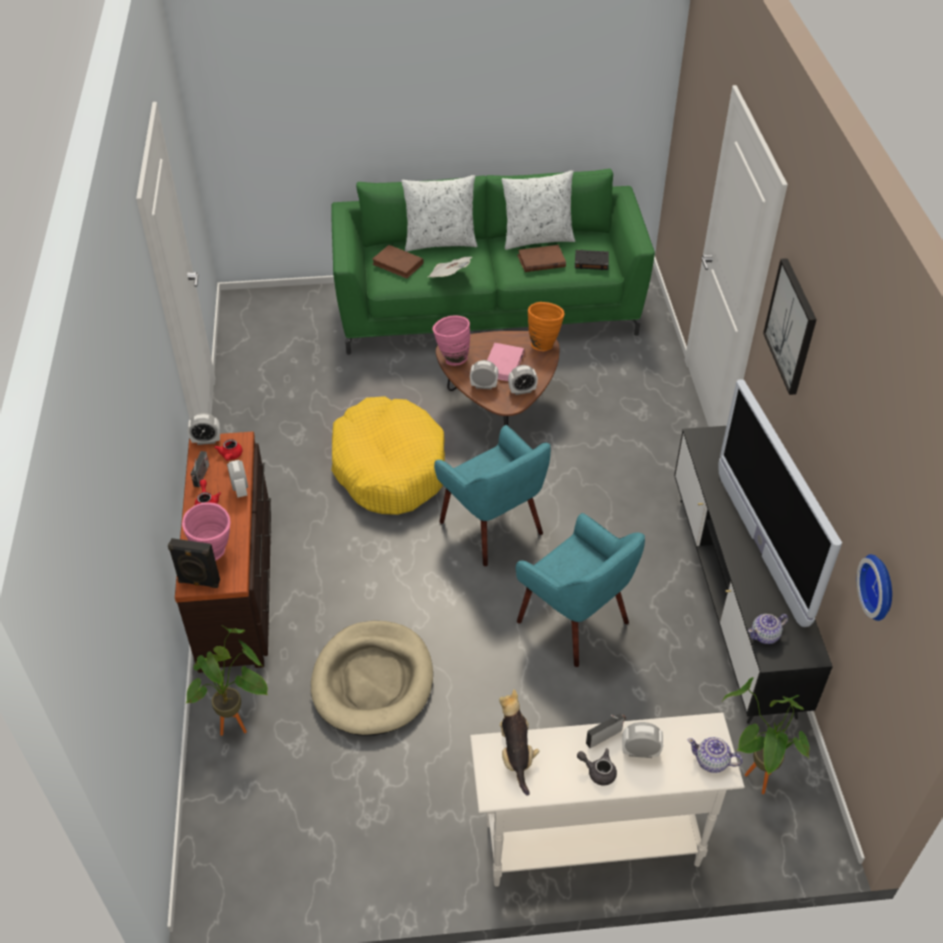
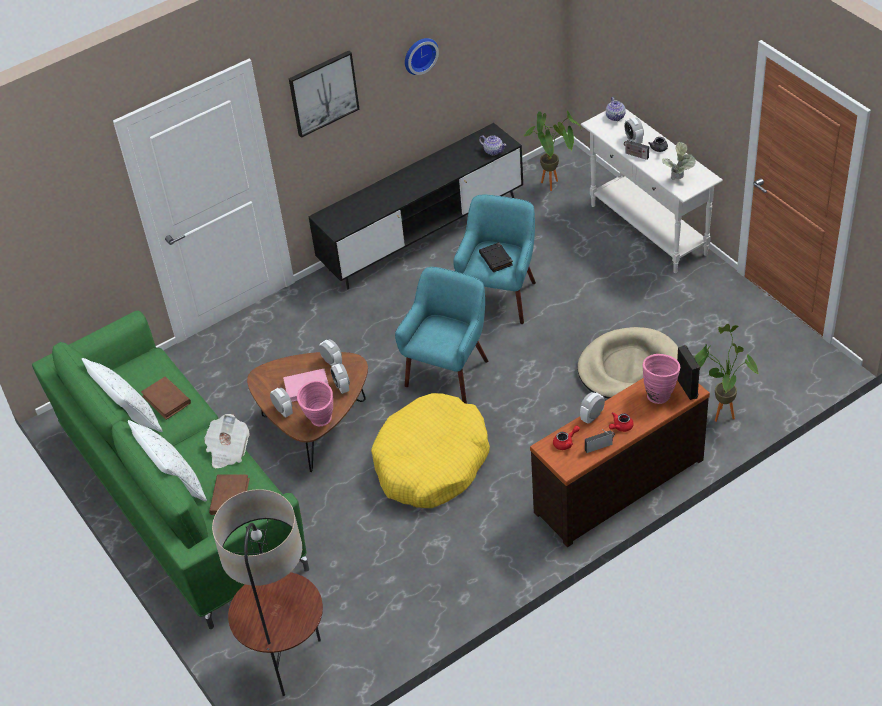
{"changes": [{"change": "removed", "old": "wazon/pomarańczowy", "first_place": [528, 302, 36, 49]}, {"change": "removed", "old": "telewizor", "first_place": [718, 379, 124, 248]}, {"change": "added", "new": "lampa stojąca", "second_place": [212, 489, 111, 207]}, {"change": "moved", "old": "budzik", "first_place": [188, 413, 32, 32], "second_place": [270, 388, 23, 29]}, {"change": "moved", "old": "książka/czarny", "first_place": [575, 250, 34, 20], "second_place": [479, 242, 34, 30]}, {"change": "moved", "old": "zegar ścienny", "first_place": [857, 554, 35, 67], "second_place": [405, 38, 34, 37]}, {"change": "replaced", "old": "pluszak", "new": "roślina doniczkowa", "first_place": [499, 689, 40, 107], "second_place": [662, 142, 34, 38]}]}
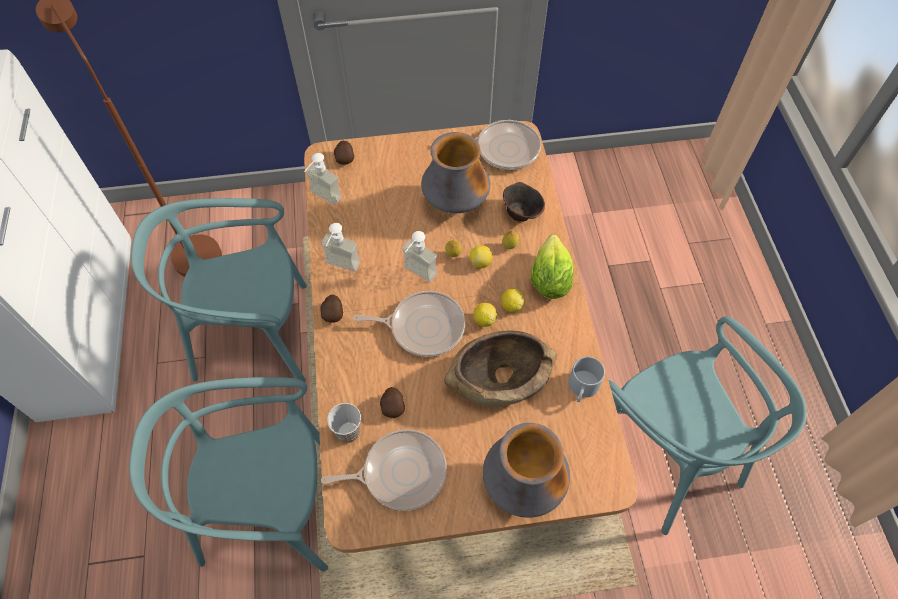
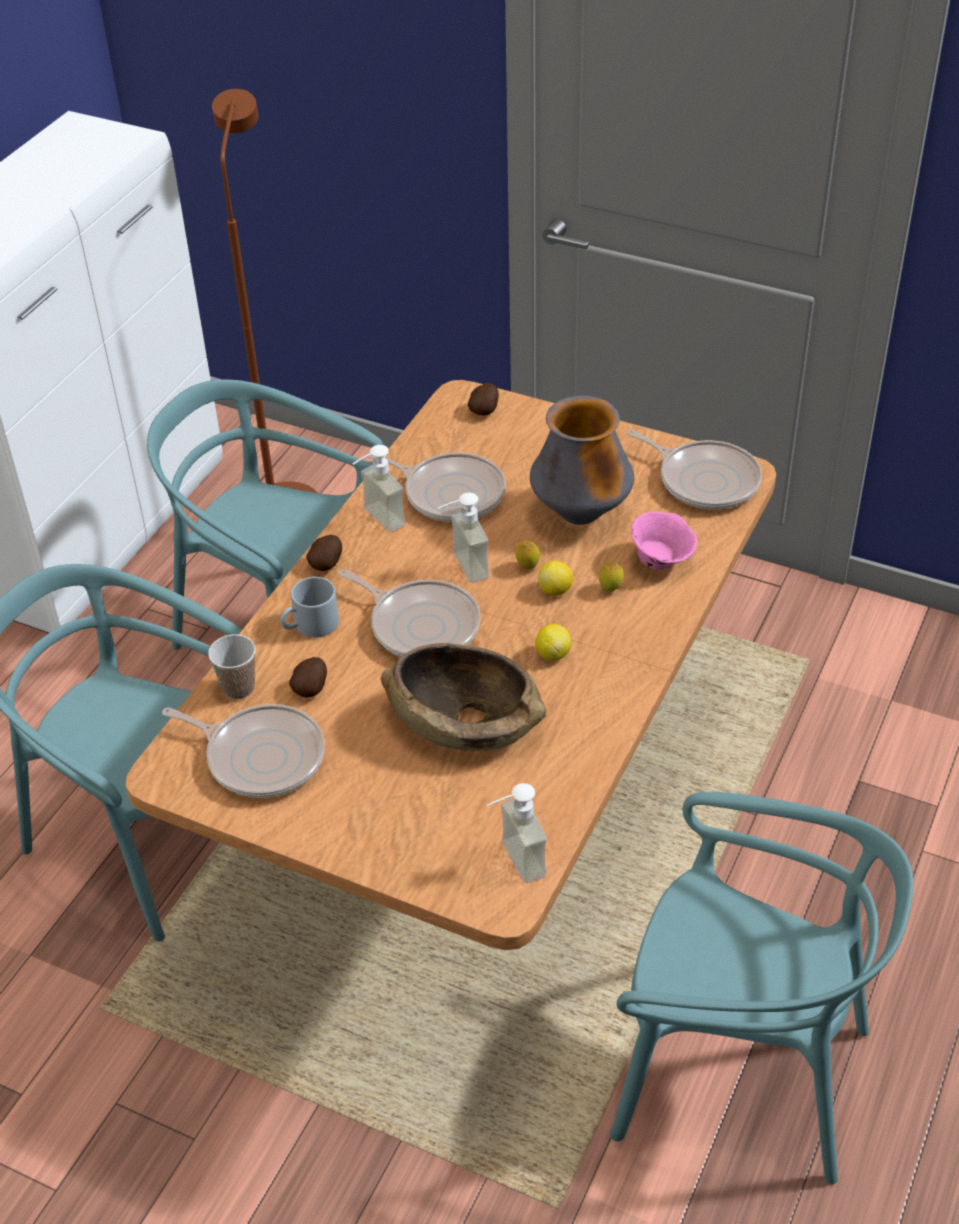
{"changes": [{"change": "removed", "old": "cytryna", "first_place": [474, 303, 23, 24]}, {"change": "removed", "old": "wazon", "first_place": [483, 423, 87, 95]}, {"change": "removed", "old": "sałata", "first_place": [531, 235, 43, 64]}, {"change": "added", "new": "patelnia", "second_place": [367, 452, 139, 70]}, {"change": "moved", "old": "dozownik mydła", "first_place": [304, 153, 38, 52], "second_place": [487, 783, 60, 100]}, {"change": "moved", "old": "kubek/szary", "first_place": [569, 357, 36, 45], "second_place": [280, 577, 59, 61]}, {"change": "recoloured", "old": "miska/brązowy", "new": "miska/różowy", "first_place": [503, 182, 42, 40], "second_place": [631, 512, 66, 58]}, {"change": "turned", "old": "krzesło/turkusowy", "first_place": [609, 316, 198, 219], "second_place": [610, 792, 303, 392], "degrees": -75}]}
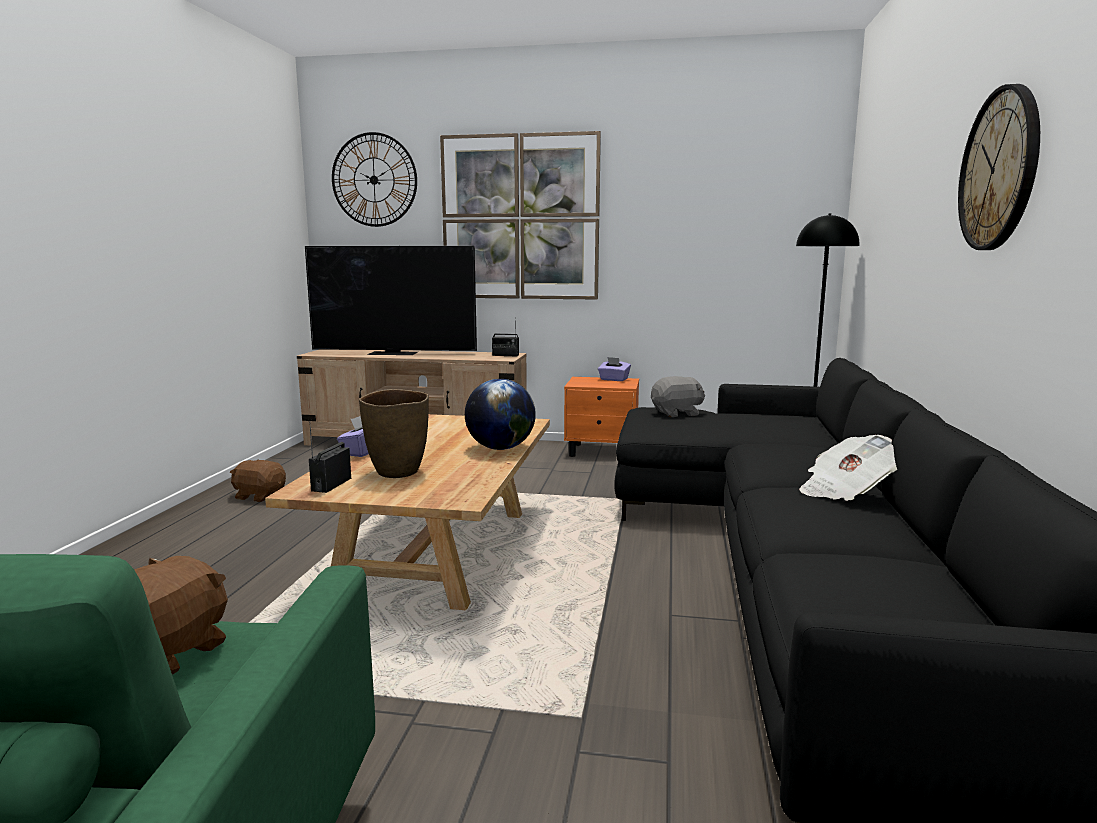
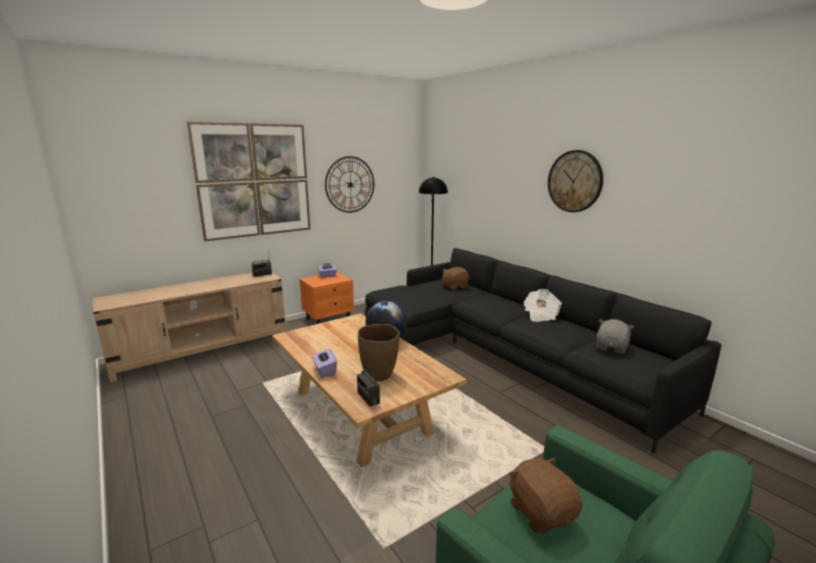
{"changes": [{"change": "removed", "old": "telewizor", "first_place": [305, 246, 172, 109]}, {"change": "moved", "old": "pluszak/brązowy", "first_place": [230, 459, 56, 43], "second_place": [442, 267, 27, 23]}, {"change": "moved", "old": "zegar ścienny", "first_place": [332, 132, 85, 95], "second_place": [325, 156, 49, 57]}, {"change": "moved", "old": "pluszak/szary", "first_place": [651, 376, 54, 41], "second_place": [597, 319, 37, 35]}]}
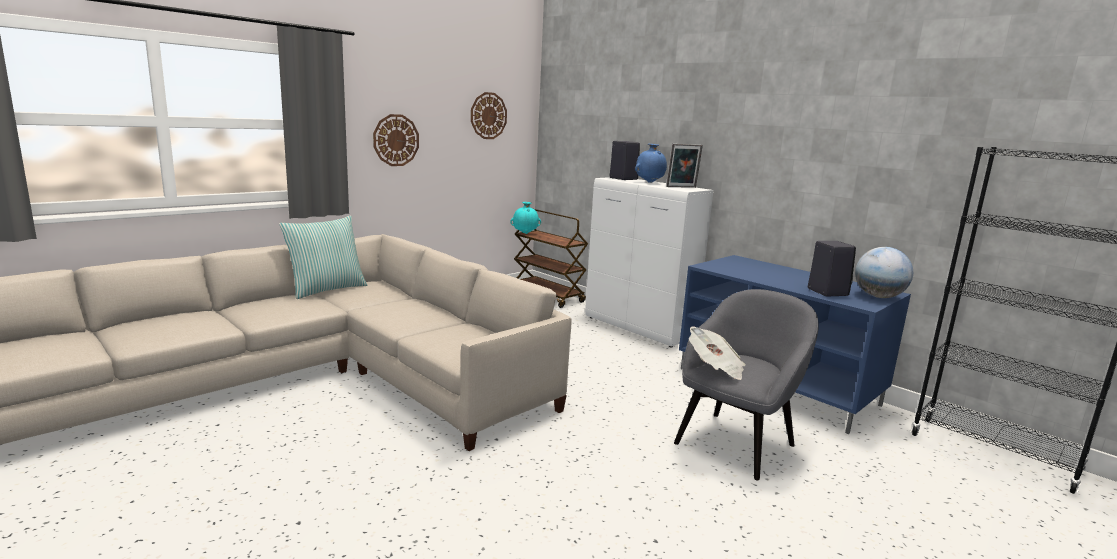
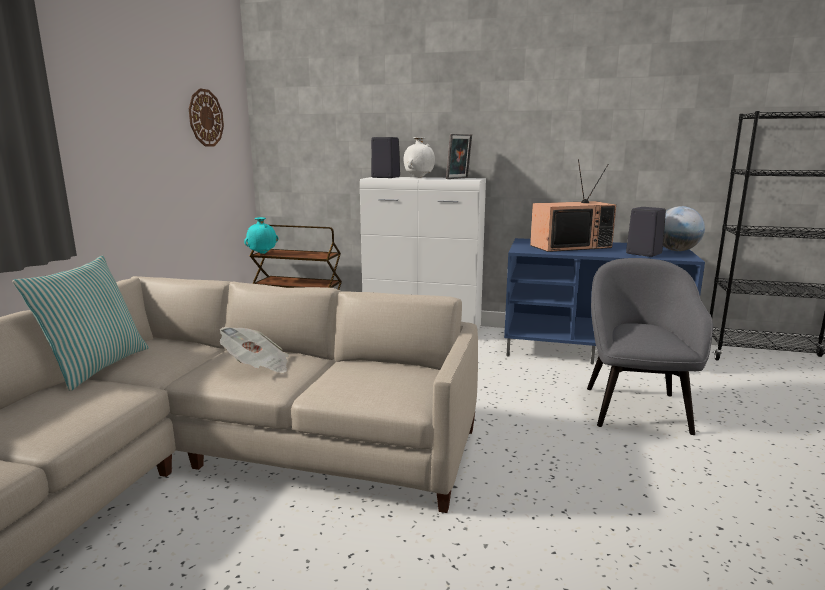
{"changes": [{"change": "removed", "old": "zegar ścienny", "first_place": [373, 114, 46, 52]}, {"change": "added", "new": "telewizor", "second_place": [530, 159, 86, 93]}, {"change": "moved", "old": "gazeta", "first_place": [689, 326, 56, 54], "second_place": [219, 327, 70, 46]}, {"change": "recoloured", "old": "wazon/niebieski", "new": "wazon/biały", "first_place": [635, 144, 32, 39], "second_place": [404, 137, 31, 41]}]}
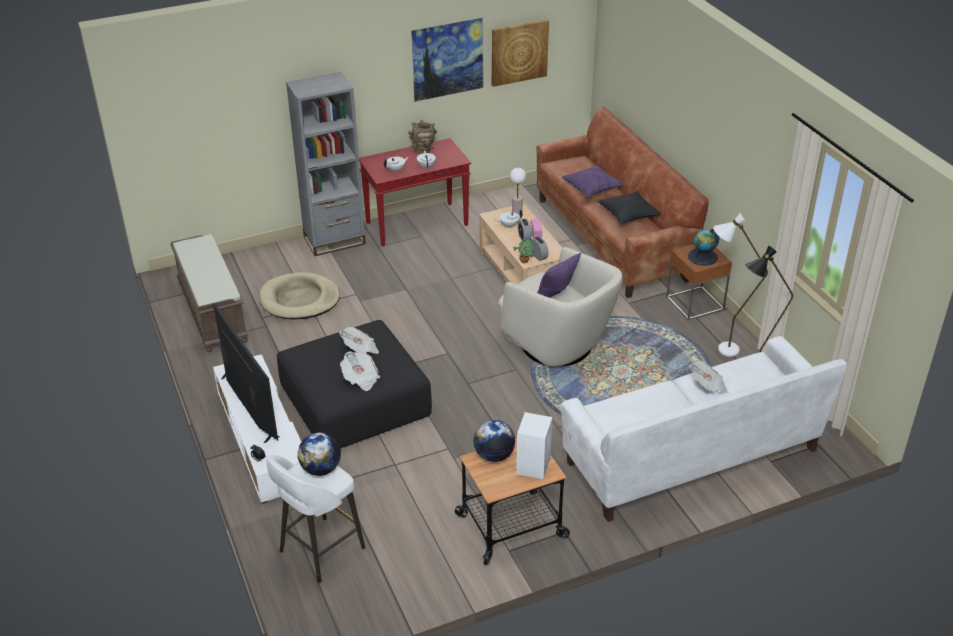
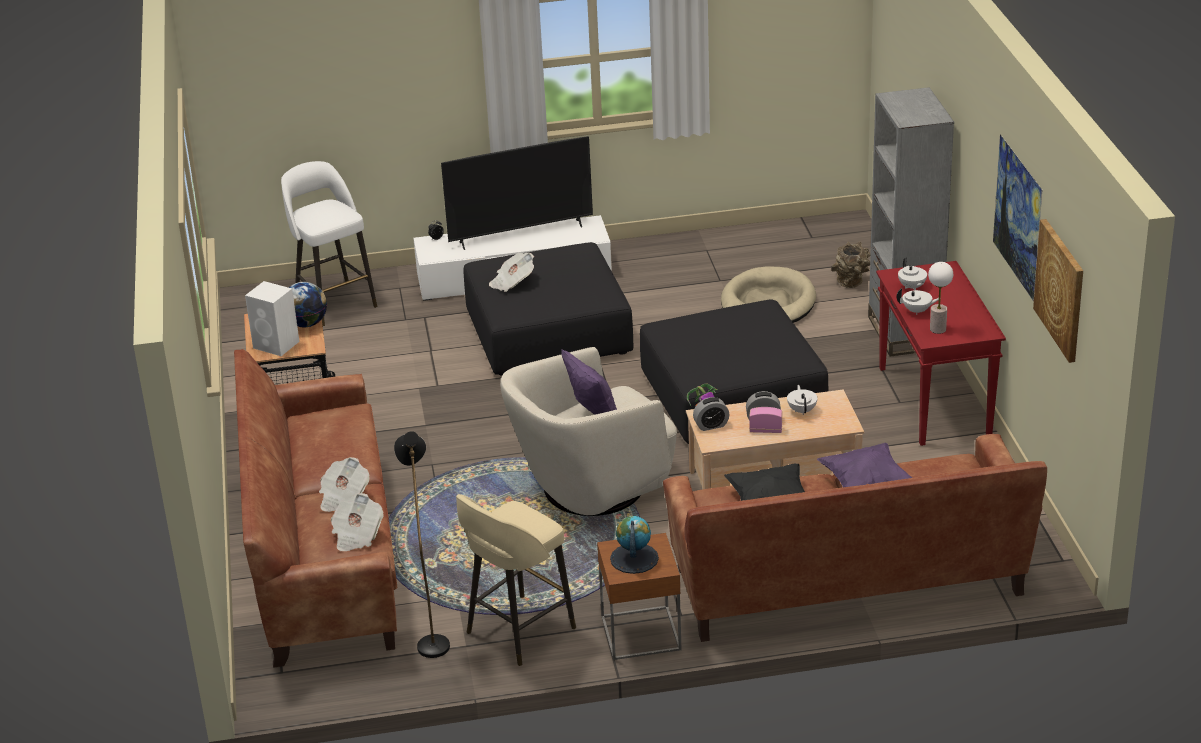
{"changes": [{"change": "removed", "old": "ławka/brązowy", "first_place": [170, 234, 79, 118]}, {"change": "removed", "old": "globus", "first_place": [298, 433, 43, 43]}, {"change": "added", "new": "pufa/czarny", "second_place": [640, 300, 188, 144]}, {"change": "moved", "old": "gazeta", "first_place": [339, 327, 40, 27], "second_place": [331, 493, 53, 58]}, {"change": "moved", "old": "wazon/brązowy", "first_place": [408, 120, 29, 34], "second_place": [831, 241, 40, 47]}, {"change": "moved", "old": "lampa stołowa", "first_place": [510, 168, 16, 46], "second_place": [928, 262, 25, 72]}, {"change": "replaced", "old": "lampa stojąca/biały", "new": "stołek/beżowy", "first_place": [714, 213, 54, 143], "second_place": [456, 494, 120, 172]}, {"change": "recoloured", "old": "kanapa/biały", "new": "kanapa/brązowy", "first_place": [561, 336, 286, 186], "second_place": [234, 349, 163, 319]}]}
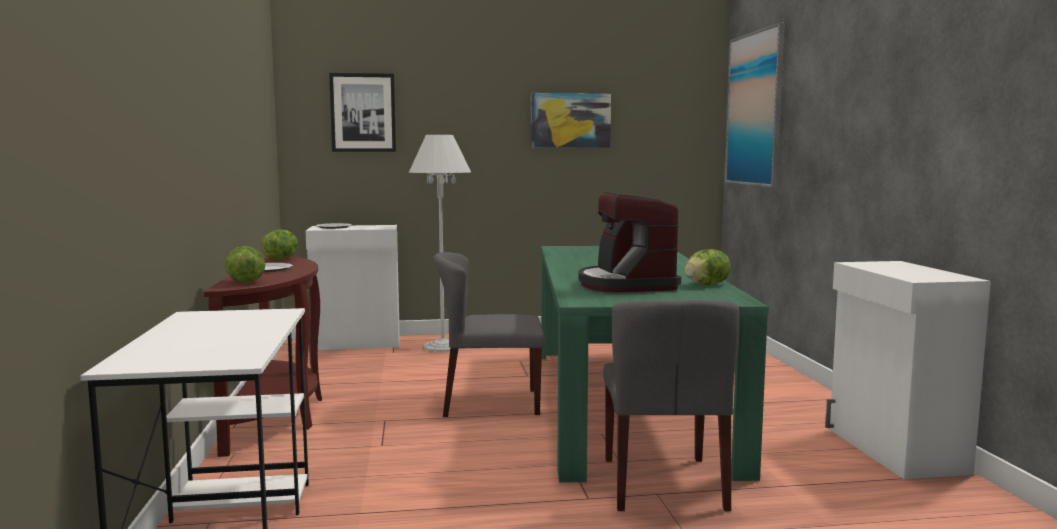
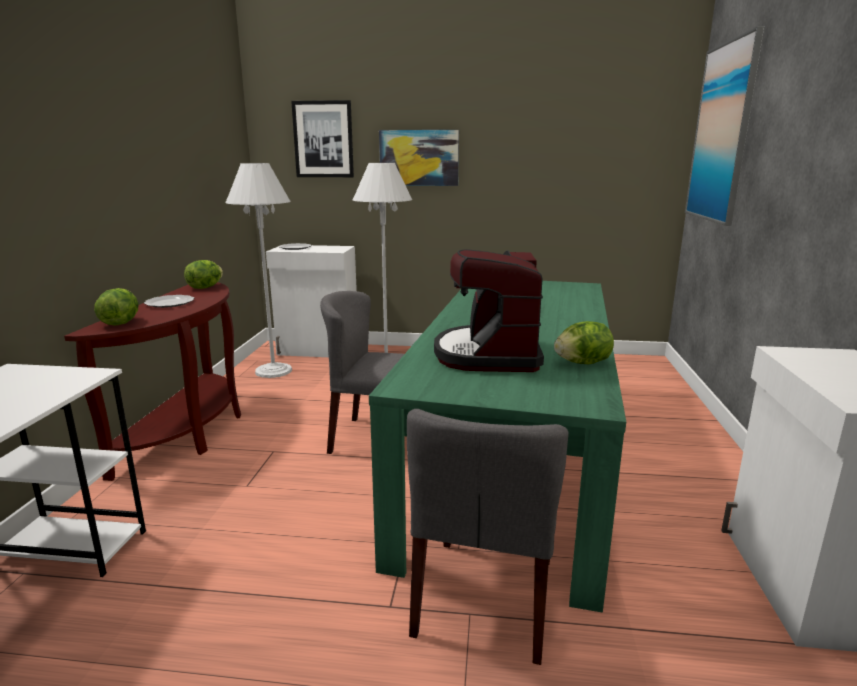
{"changes": [{"change": "added", "new": "lampa stojąca/biały", "second_place": [225, 163, 67, 215]}, {"change": "moved", "old": "obraz", "first_place": [531, 93, 80, 55], "second_place": [379, 130, 80, 56]}]}
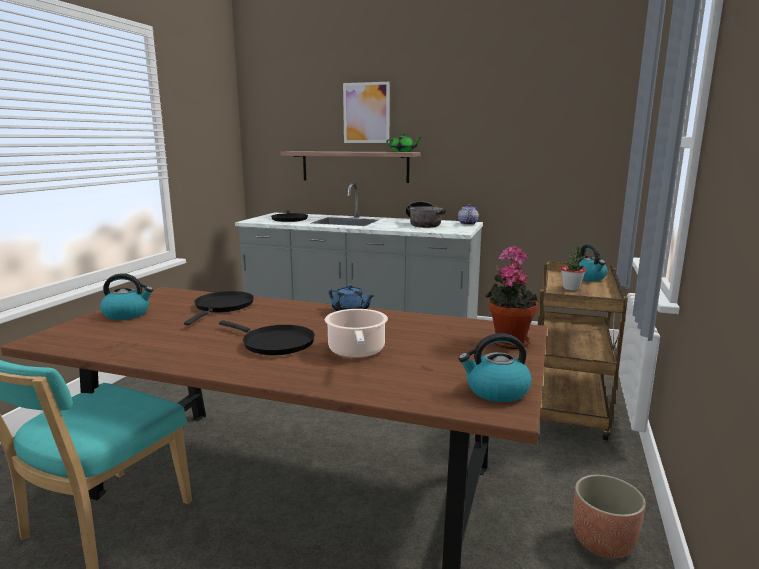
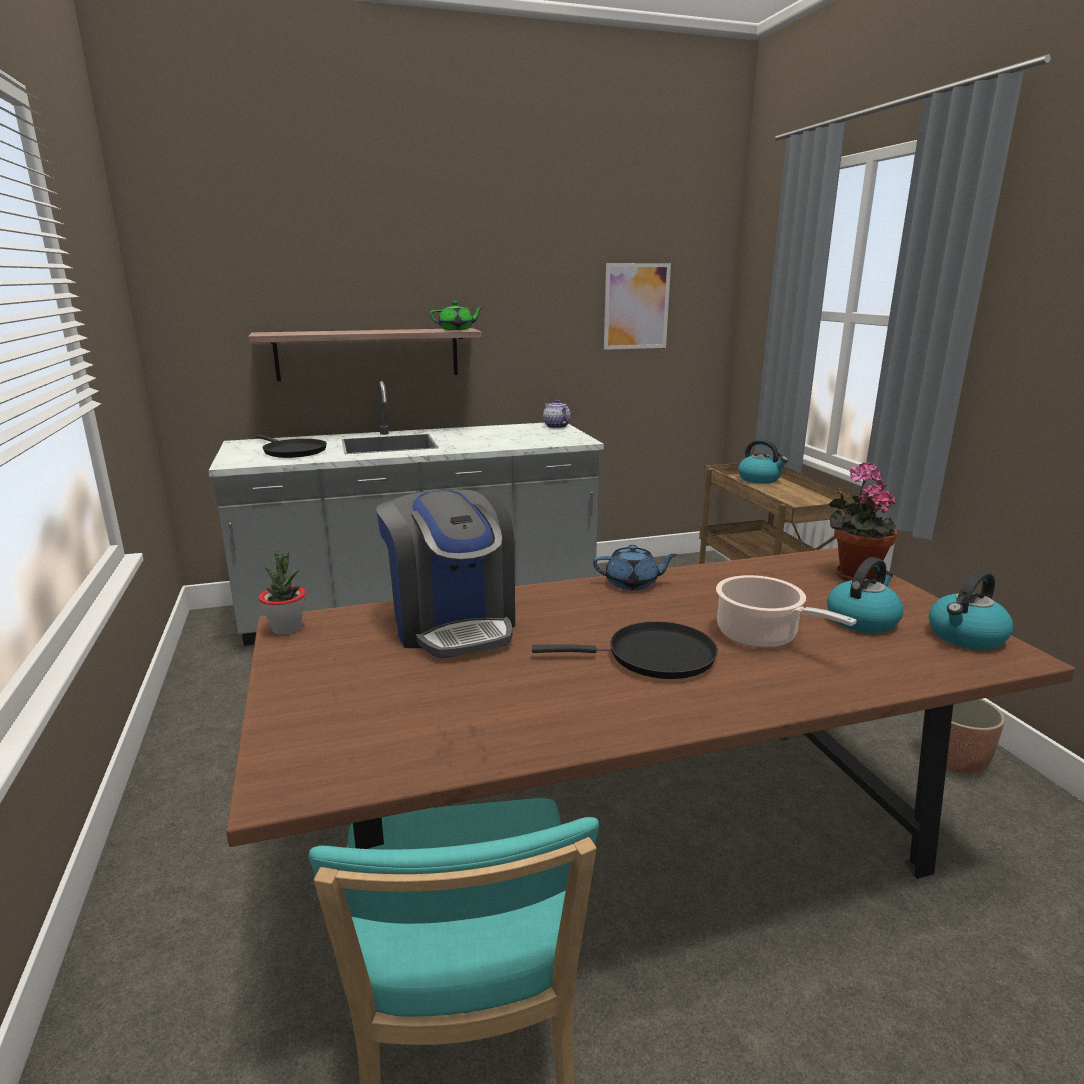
{"changes": [{"change": "removed", "old": "garnek", "first_place": [406, 201, 40, 27]}, {"change": "moved", "old": "czajnik", "first_place": [100, 273, 53, 47], "second_place": [827, 557, 76, 76]}, {"change": "moved", "old": "obraz", "first_place": [343, 82, 47, 61], "second_place": [604, 263, 67, 87]}, {"change": "moved", "old": "roślina doniczkowa", "first_place": [561, 244, 25, 47], "second_place": [259, 550, 47, 85]}, {"change": "replaced", "old": "patelnia/czarny", "new": "ekspres do kawy", "first_place": [184, 291, 70, 34], "second_place": [376, 489, 139, 170]}]}
